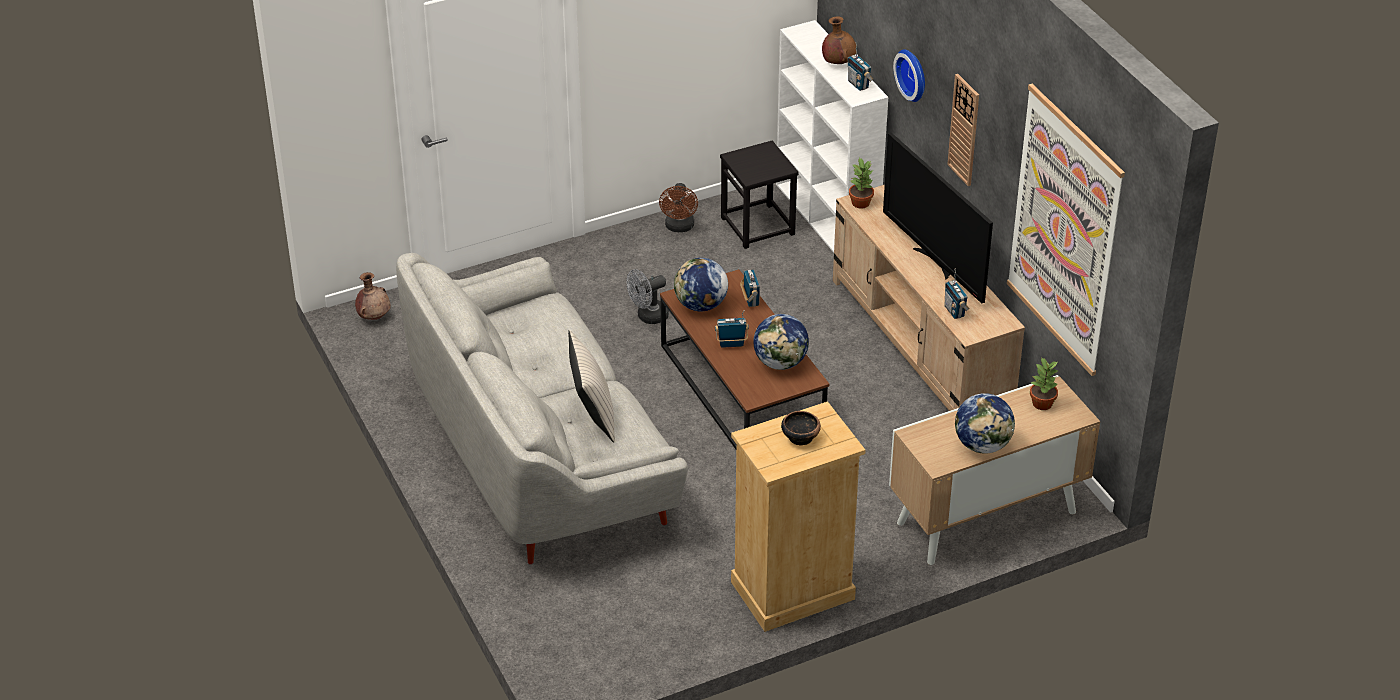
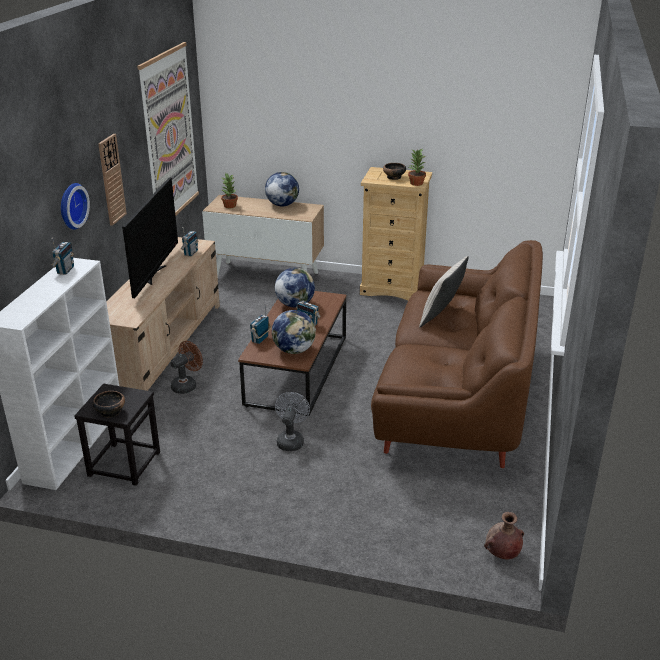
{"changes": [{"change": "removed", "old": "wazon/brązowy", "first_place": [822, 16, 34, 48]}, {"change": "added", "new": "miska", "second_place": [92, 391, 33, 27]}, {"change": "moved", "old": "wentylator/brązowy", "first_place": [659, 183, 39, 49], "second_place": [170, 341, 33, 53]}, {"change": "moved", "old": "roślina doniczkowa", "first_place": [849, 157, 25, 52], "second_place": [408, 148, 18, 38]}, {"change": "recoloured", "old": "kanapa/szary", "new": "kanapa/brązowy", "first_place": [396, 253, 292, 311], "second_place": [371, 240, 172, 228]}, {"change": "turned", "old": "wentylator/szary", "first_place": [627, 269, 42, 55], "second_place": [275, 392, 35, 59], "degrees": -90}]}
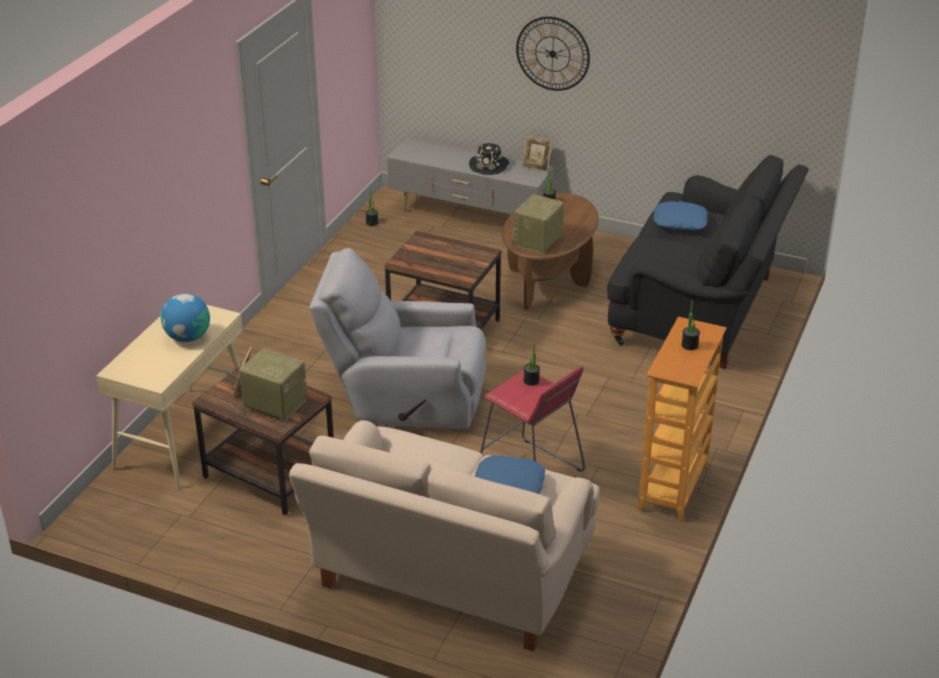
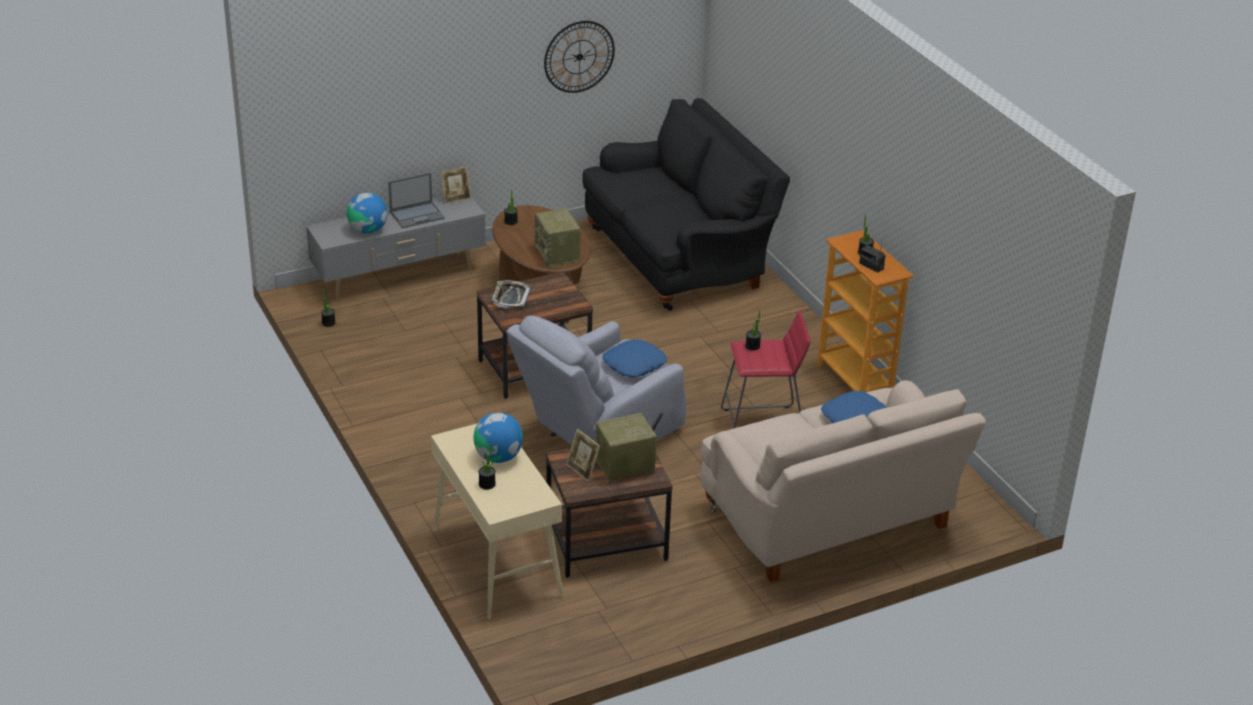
{"changes": [{"change": "added", "new": "globus", "second_place": [347, 193, 40, 40]}, {"change": "added", "new": "roślina doniczkowa", "second_place": [479, 443, 17, 47]}, {"change": "added", "new": "taca", "second_place": [491, 280, 39, 28]}, {"change": "added", "new": "radio", "second_place": [859, 243, 26, 29]}, {"change": "moved", "old": "zegar ścienny", "first_place": [516, 17, 74, 74], "second_place": [544, 21, 71, 72]}, {"change": "moved", "old": "poduszka/niebieski", "first_place": [653, 201, 55, 30], "second_place": [602, 340, 66, 37]}, {"change": "replaced", "old": "kapelusz/czarny", "new": "laptop", "first_place": [469, 143, 40, 32], "second_place": [388, 173, 57, 55]}]}
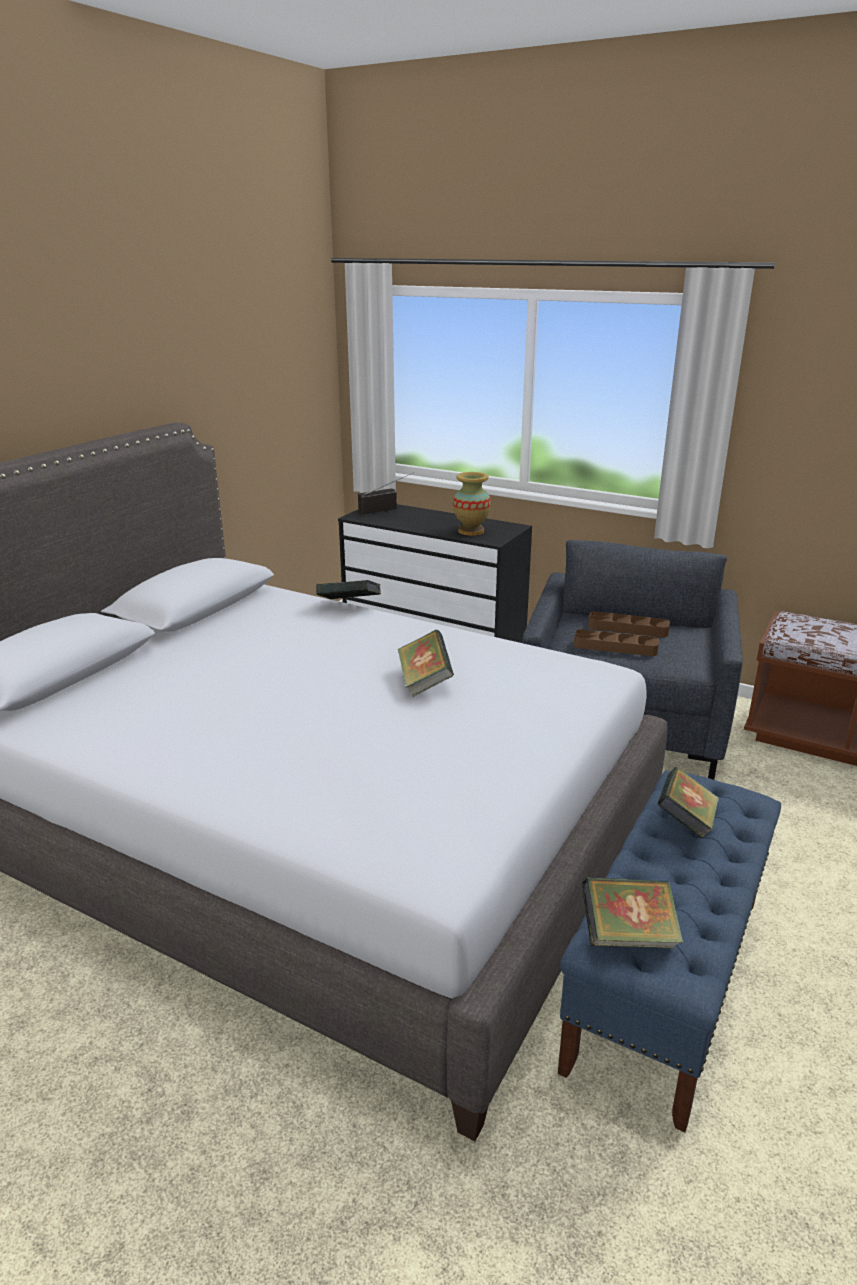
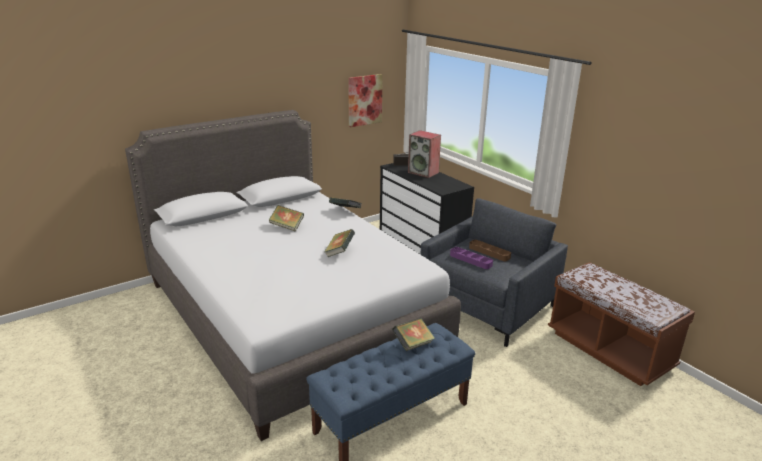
{"changes": [{"change": "removed", "old": "wazon", "first_place": [453, 472, 38, 64]}, {"change": "added", "new": "obraz", "second_place": [348, 74, 35, 53]}, {"change": "added", "new": "głośnik", "second_place": [408, 130, 33, 48]}, {"change": "moved", "old": "książka", "first_place": [582, 877, 101, 71], "second_place": [269, 205, 35, 27]}, {"change": "recoloured", "old": "taca/brązowy", "new": "taca/fioletowy", "first_place": [574, 629, 85, 27], "second_place": [450, 247, 43, 22]}]}
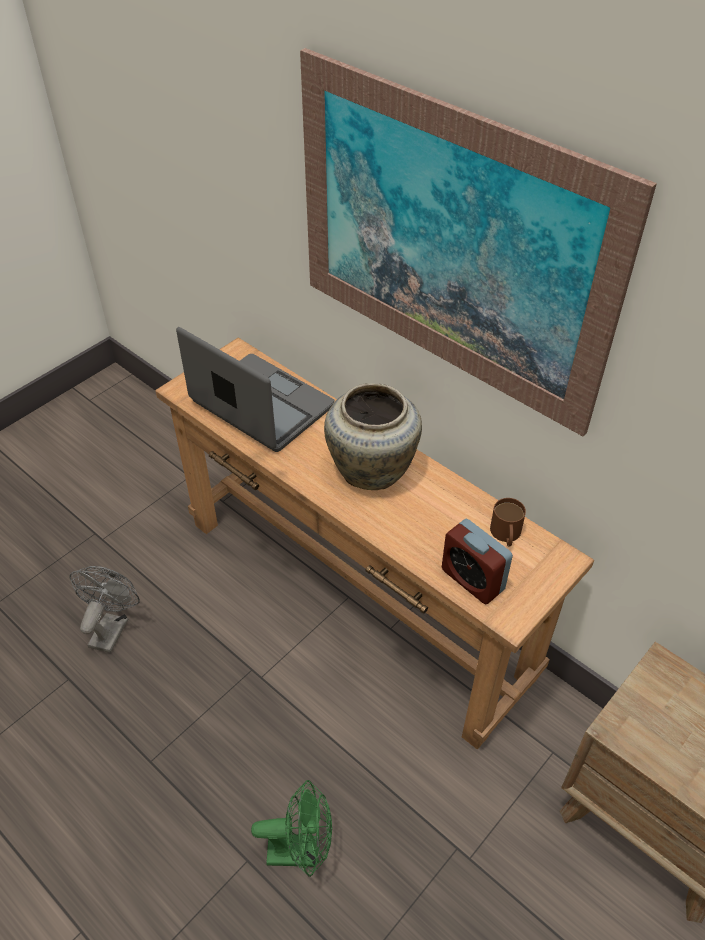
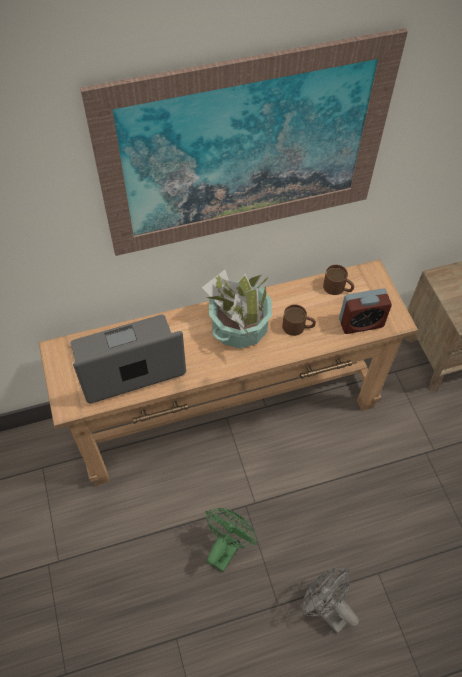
{"changes": [{"change": "added", "new": "kubek/brązowy", "second_place": [282, 304, 34, 32]}, {"change": "moved", "old": "wentylator/szary", "first_place": [69, 566, 71, 87], "second_place": [304, 568, 55, 66]}, {"change": "moved", "old": "wentylator/zielony", "first_place": [251, 780, 81, 97], "second_place": [206, 508, 51, 64]}, {"change": "replaced", "old": "wazon/beżowy", "new": "roślina doniczkowa", "first_place": [324, 383, 98, 107], "second_place": [202, 270, 70, 79]}]}
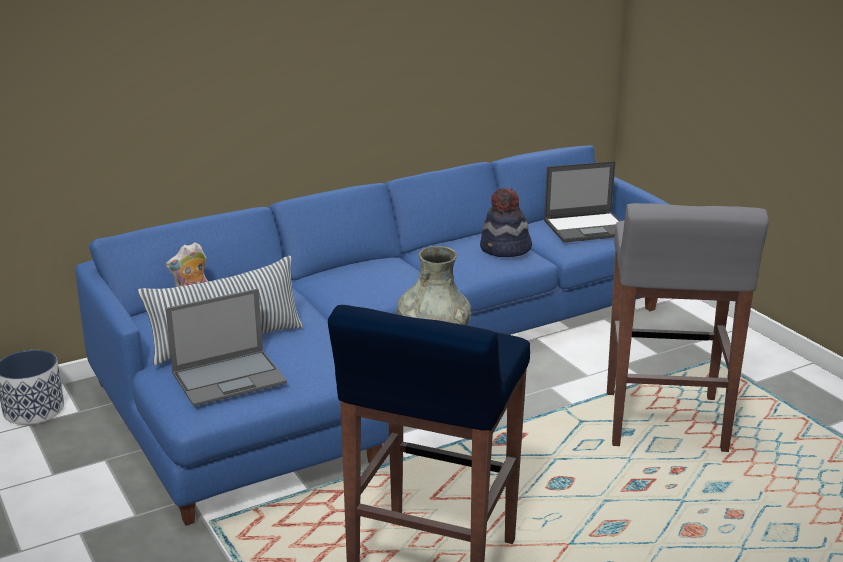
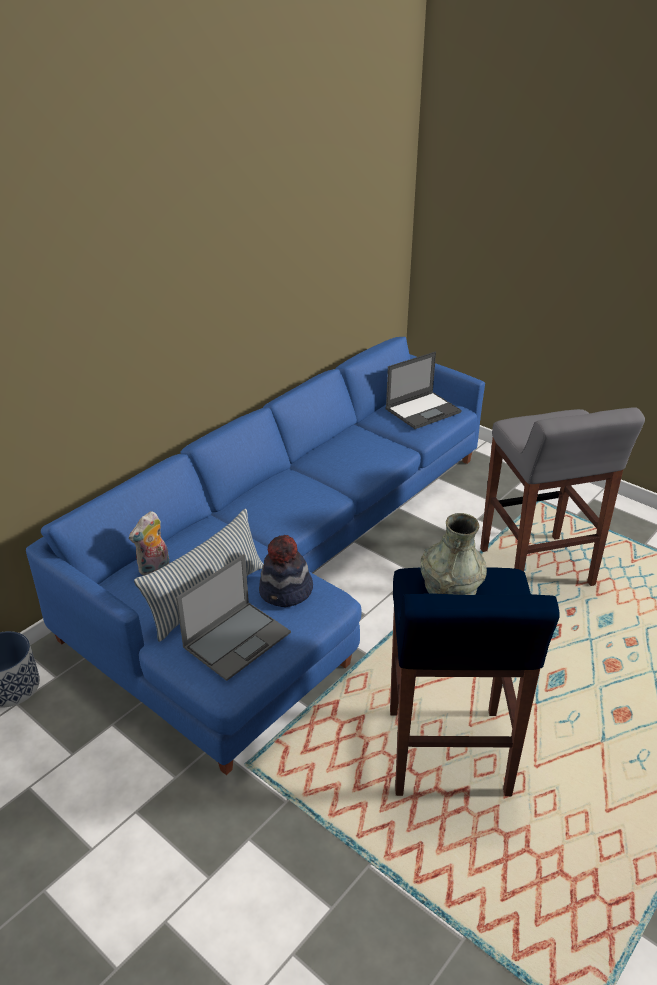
{"changes": [{"change": "moved", "old": "kapelusz", "first_place": [480, 188, 52, 69], "second_place": [259, 535, 54, 72]}]}
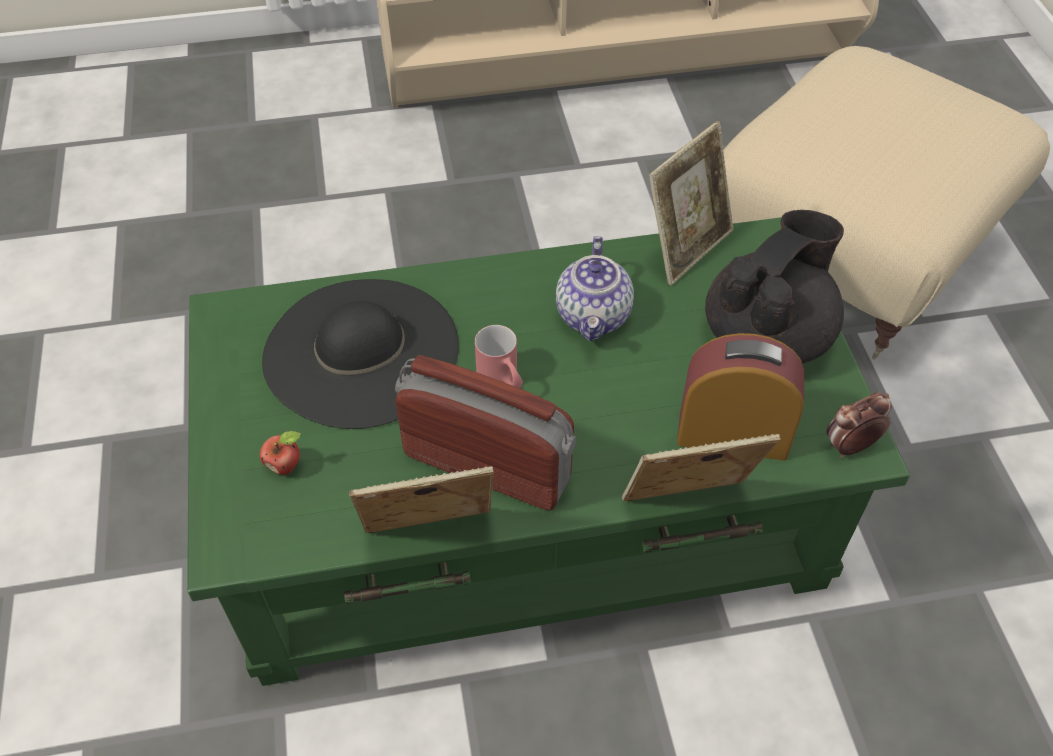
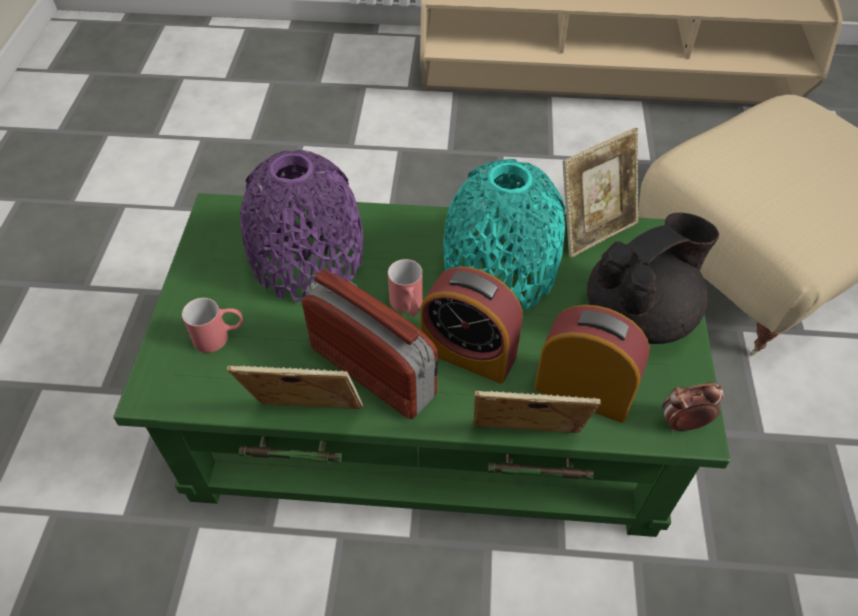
{"changes": [{"change": "added", "new": "budzik", "second_place": [420, 266, 103, 118]}, {"change": "replaced", "old": "jabłko", "new": "kubek/czerwony", "first_place": [260, 431, 41, 44], "second_place": [182, 298, 61, 55]}, {"change": "replaced", "old": "kapelusz/czarny", "new": "wazon/fioletowy", "first_place": [262, 279, 197, 150], "second_place": [240, 150, 123, 152]}, {"change": "replaced", "old": "imbryk", "new": "wazon/turkusowy", "first_place": [556, 236, 78, 105], "second_place": [443, 159, 123, 151]}]}
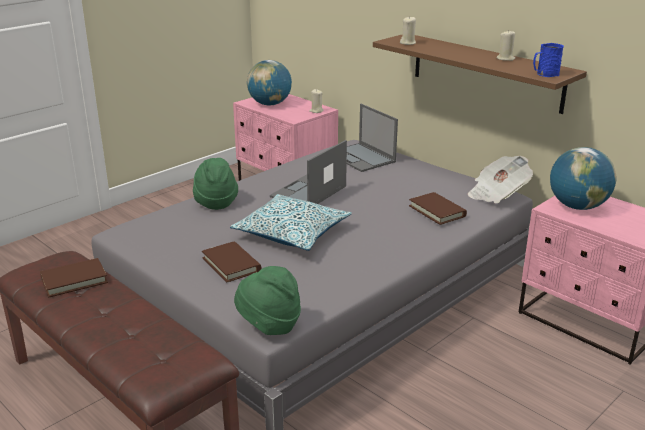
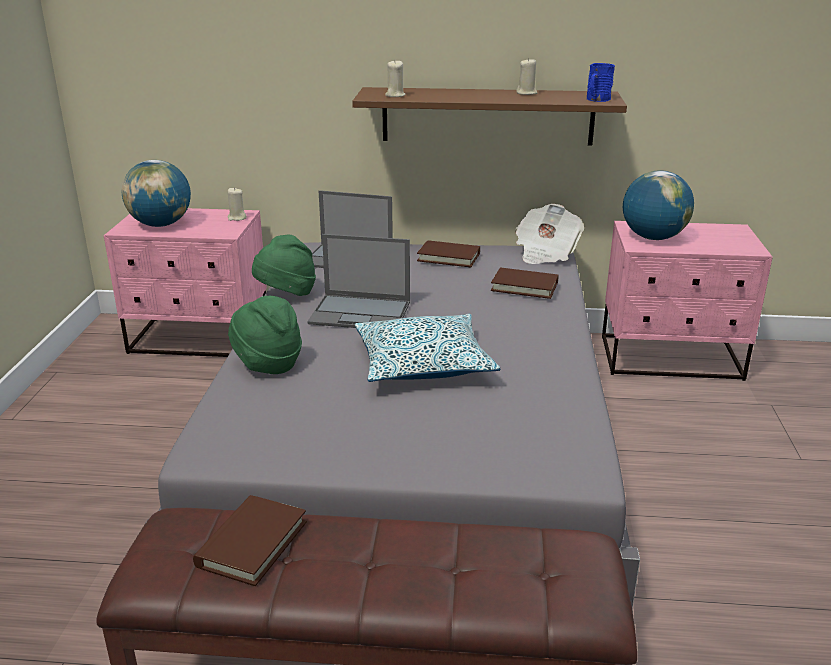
{"changes": [{"change": "moved", "old": "książka/brązowy", "first_place": [202, 241, 59, 41], "second_place": [417, 240, 63, 27]}, {"change": "moved", "old": "kapelusz/zielony", "first_place": [234, 266, 67, 69], "second_place": [252, 234, 64, 62]}, {"change": "turned", "old": "laptop", "first_place": [270, 140, 77, 64], "second_place": [308, 234, 102, 94], "degrees": -75}]}
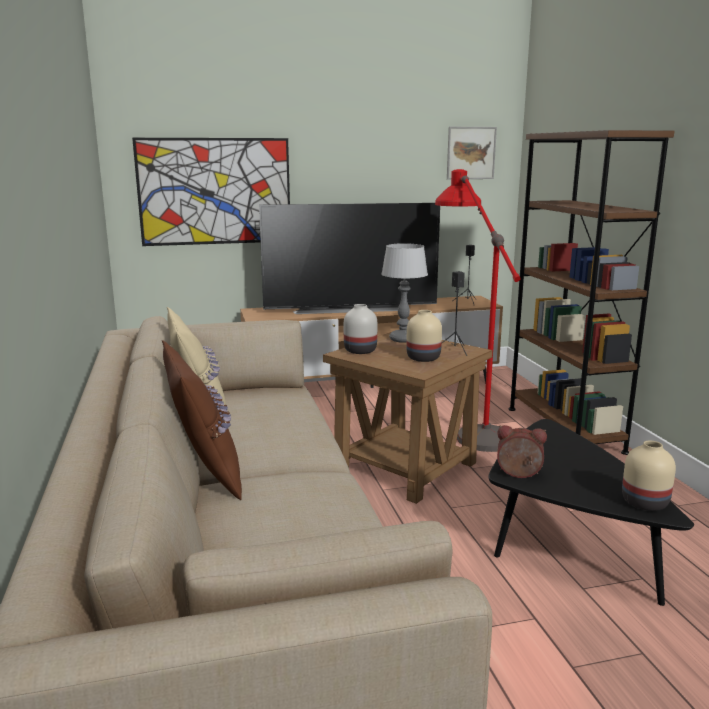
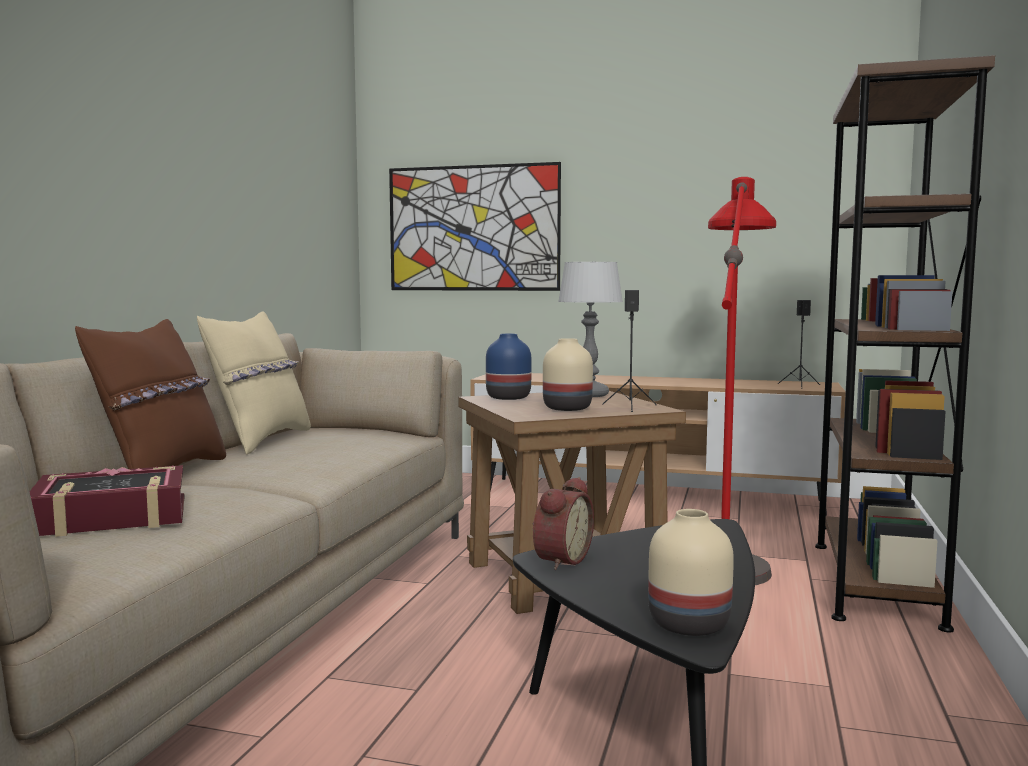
{"changes": [{"change": "removed", "old": "telewizor", "first_place": [259, 203, 181, 111]}, {"change": "removed", "old": "obraz", "first_place": [447, 127, 50, 53]}, {"change": "added", "new": "książka", "second_place": [29, 465, 156, 72]}, {"change": "recoloured", "old": "wazon/biały", "new": "wazon/niebieski", "first_place": [344, 304, 33, 50], "second_place": [486, 334, 45, 66]}, {"change": "turned", "old": "budzik", "first_place": [497, 425, 50, 53], "second_place": [533, 477, 61, 93], "degrees": 75}]}
